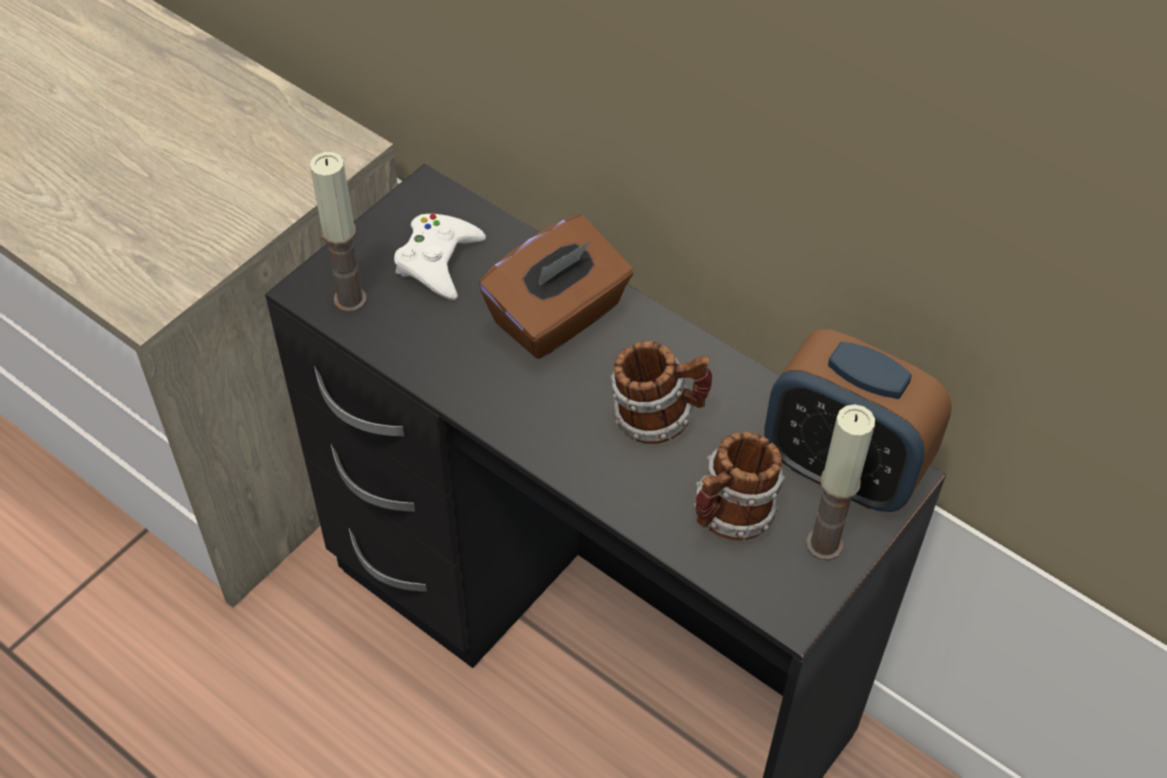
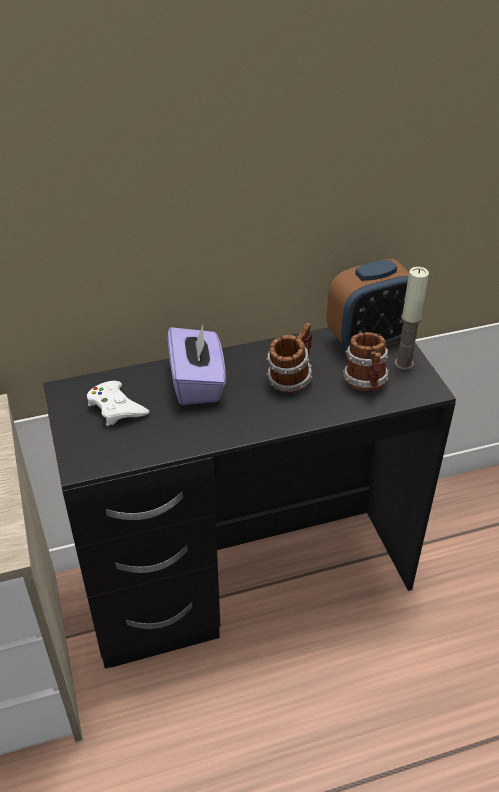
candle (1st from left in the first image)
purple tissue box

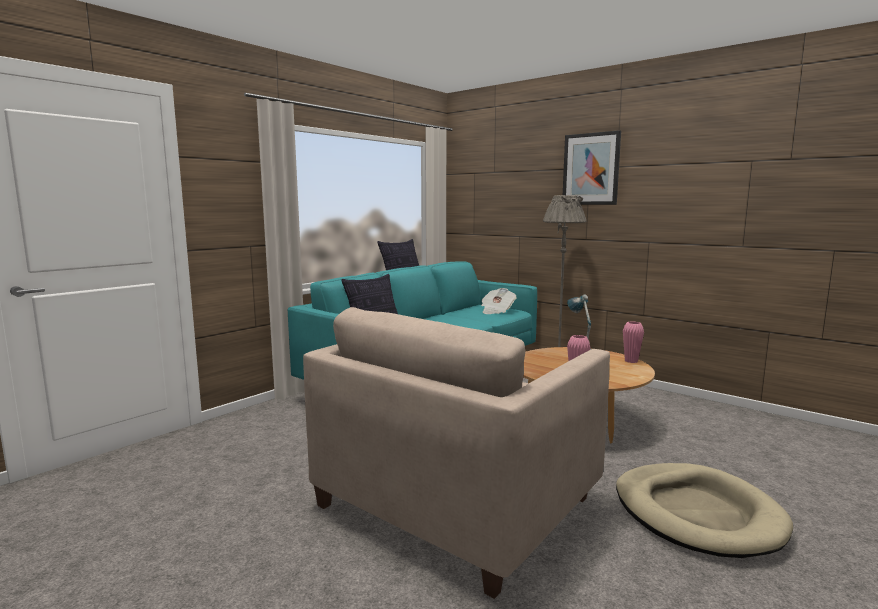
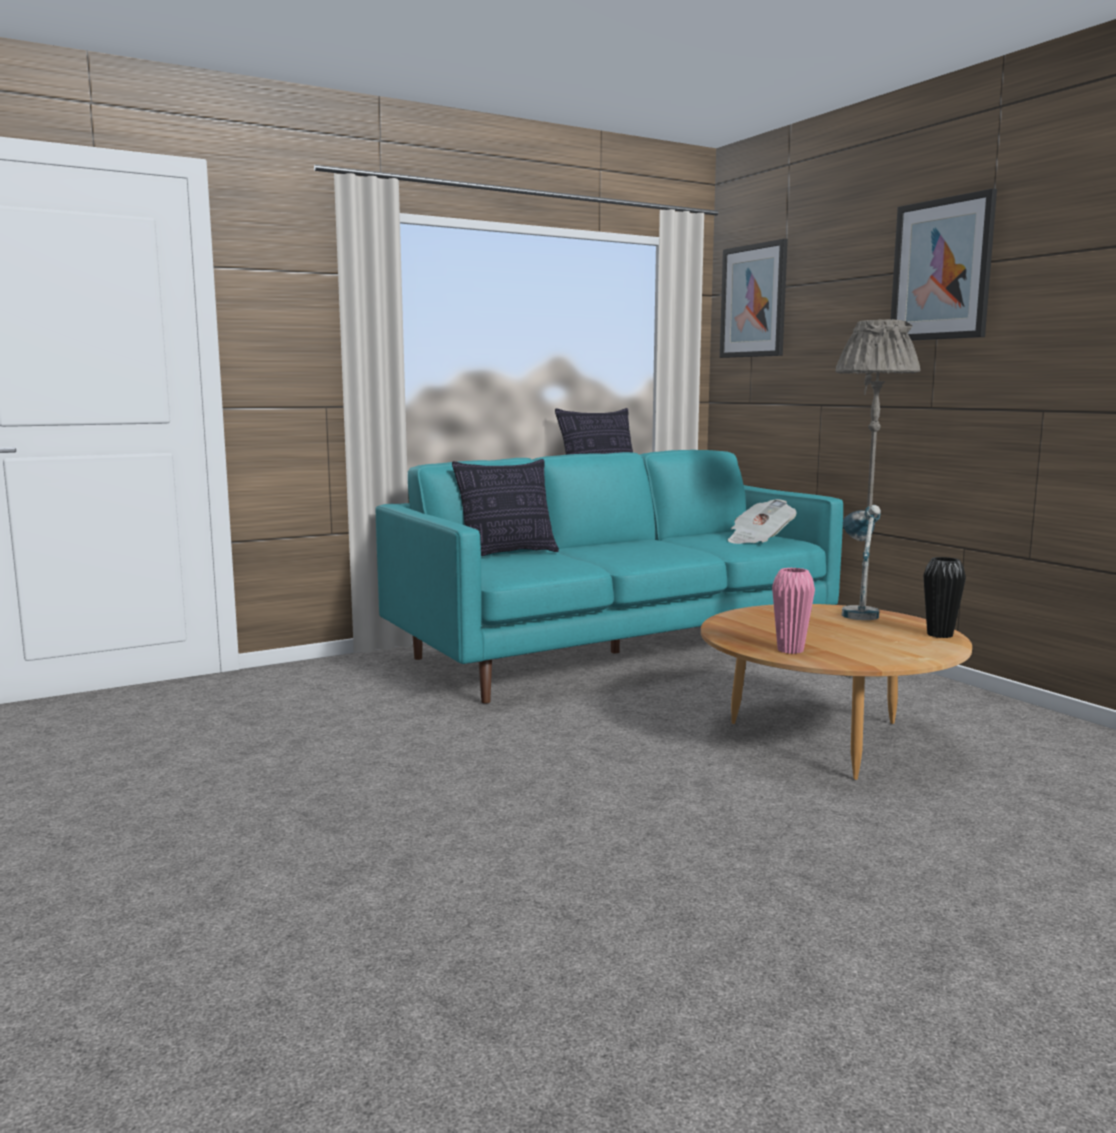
beige armchair
black vase
beige dog bed
picture (1st from left)

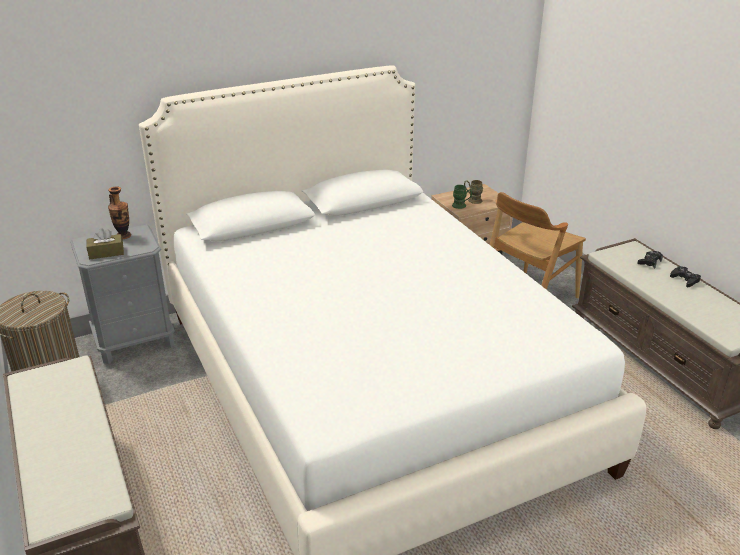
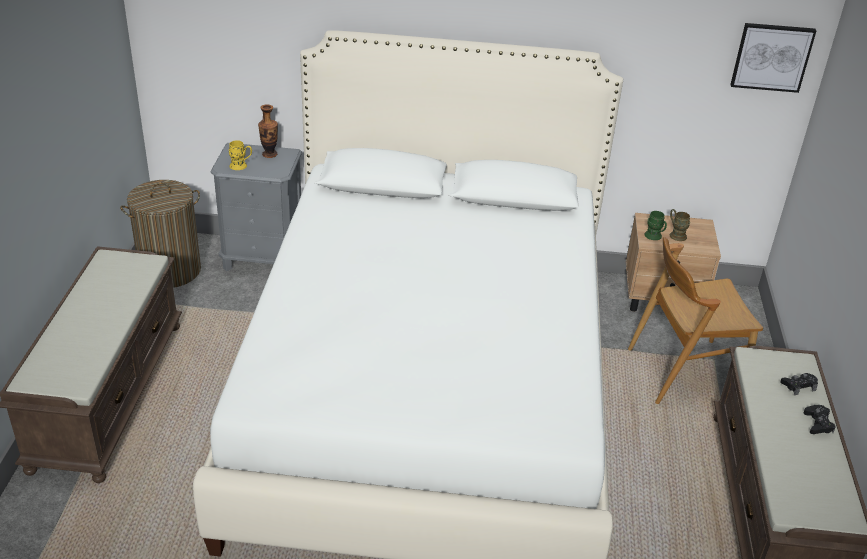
yellow mug
picture

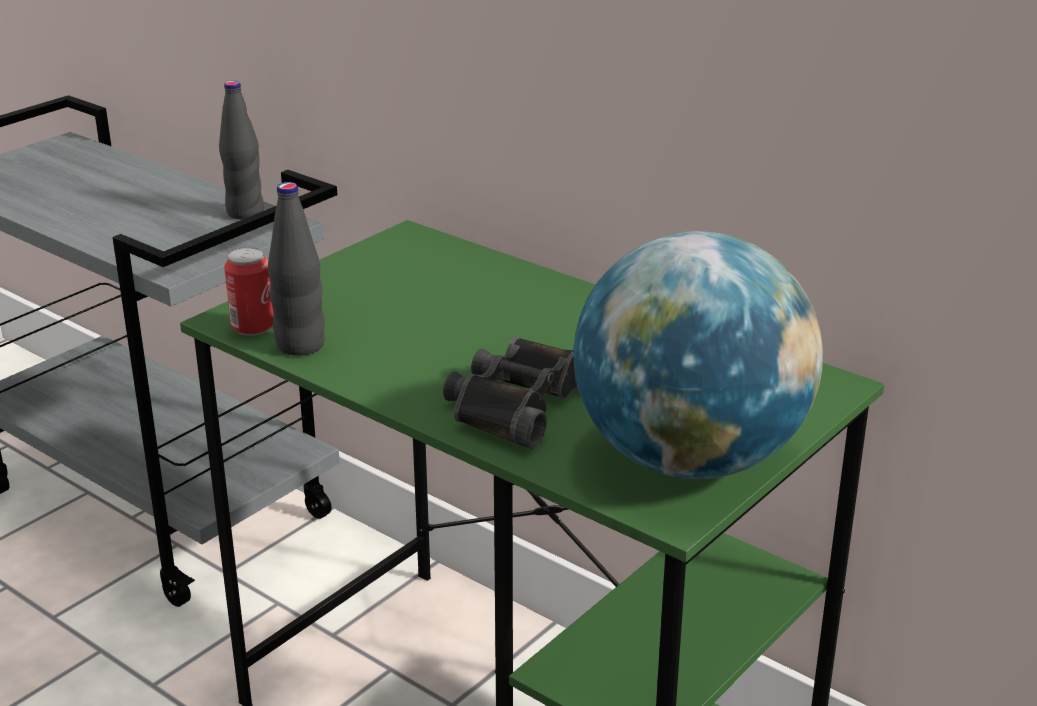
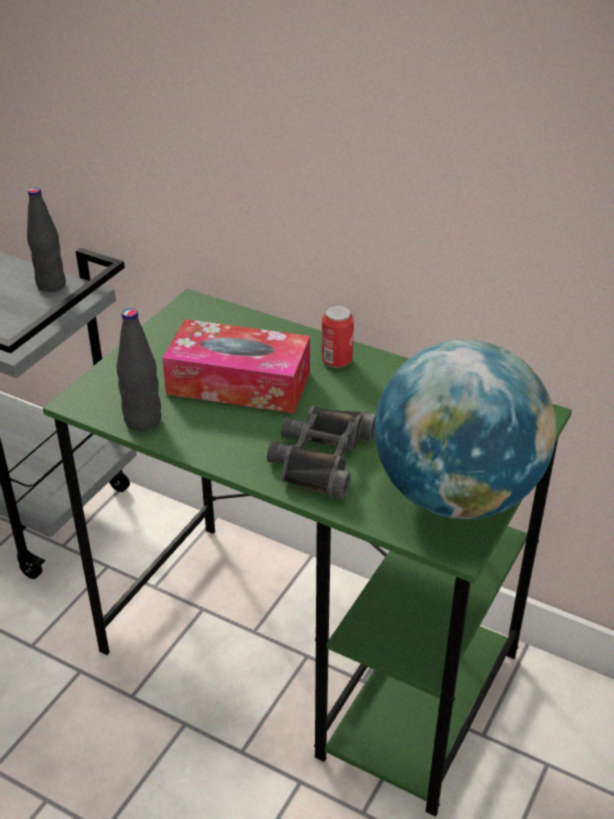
can
tissue box

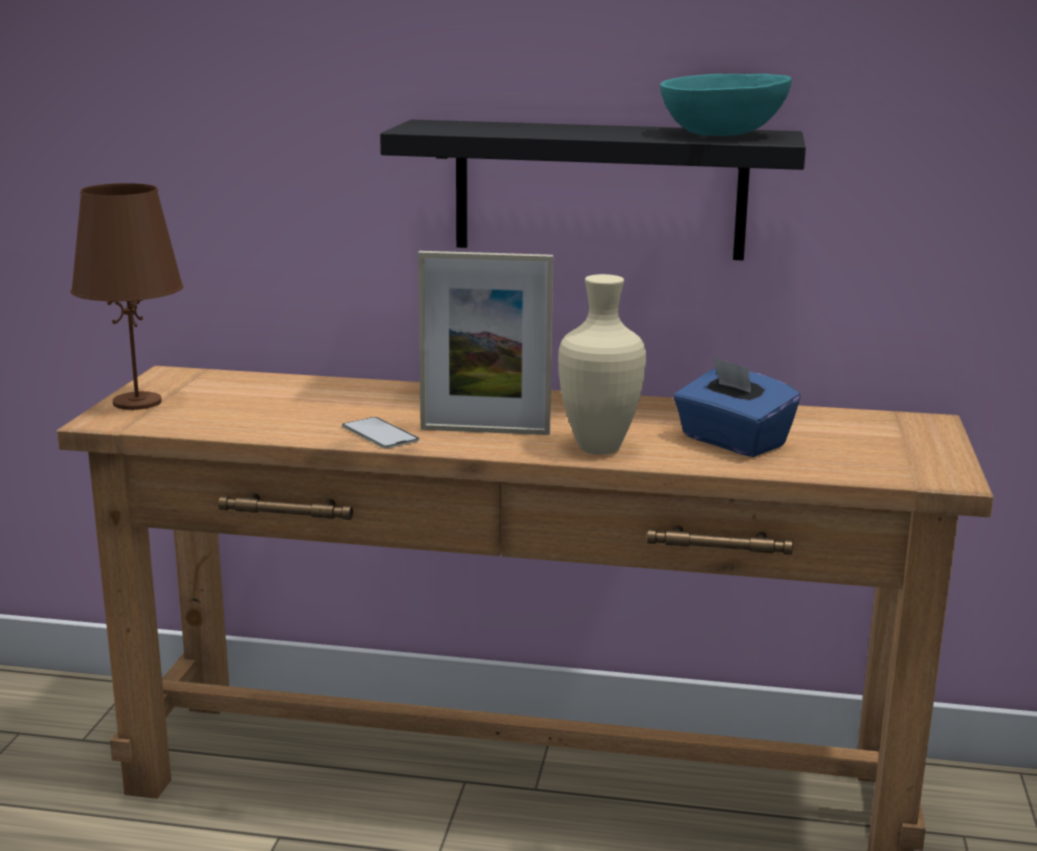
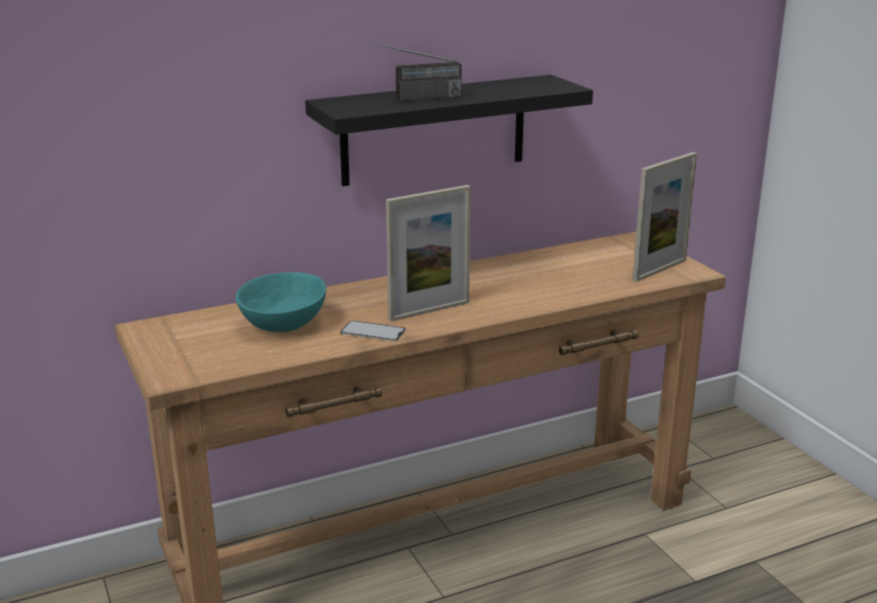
turquoise bowl
brown table lamp
beige vase
blue tissue box
radio
picture frame (2nd from left)

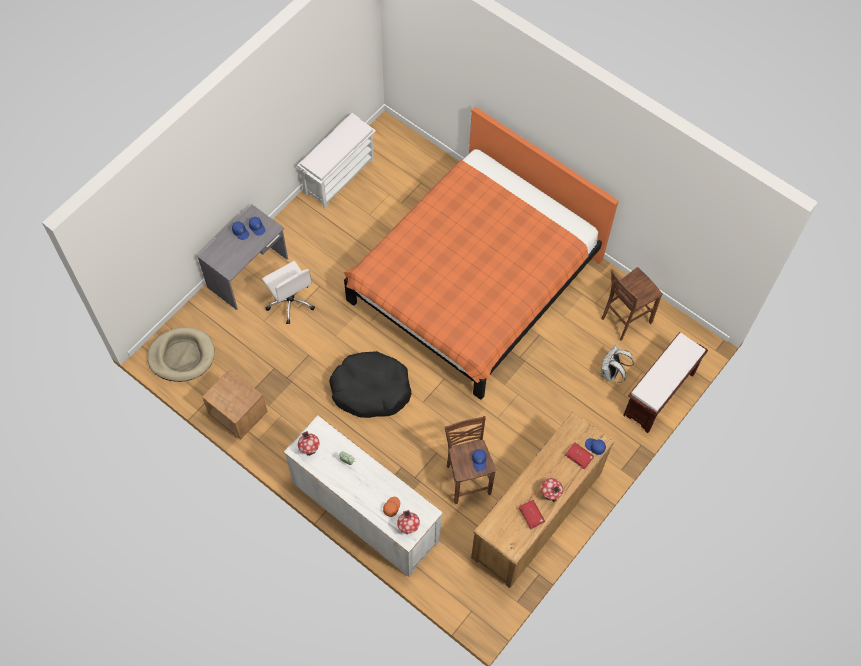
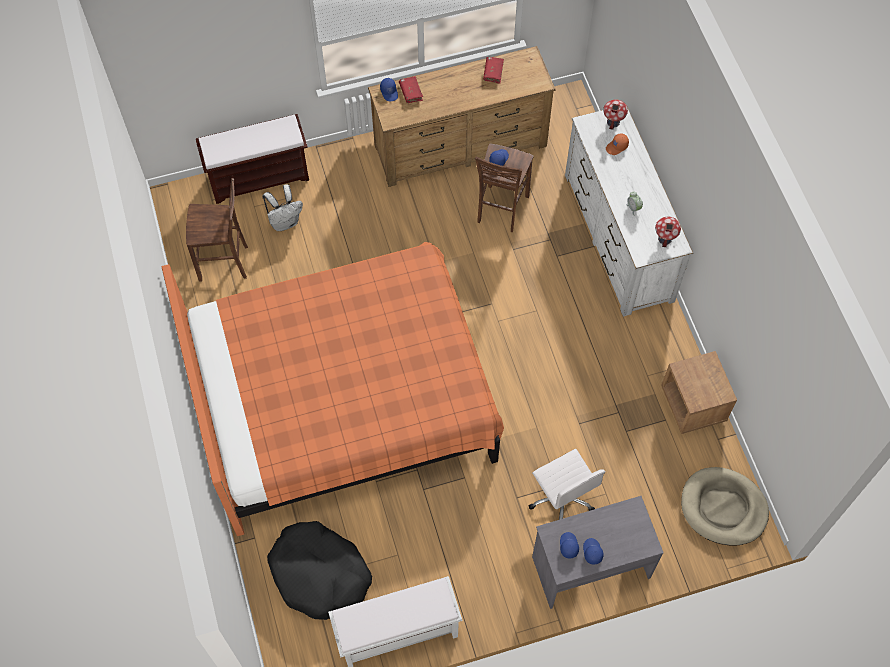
white office chair
black dog bed
toy house (3rd from left in the first image)

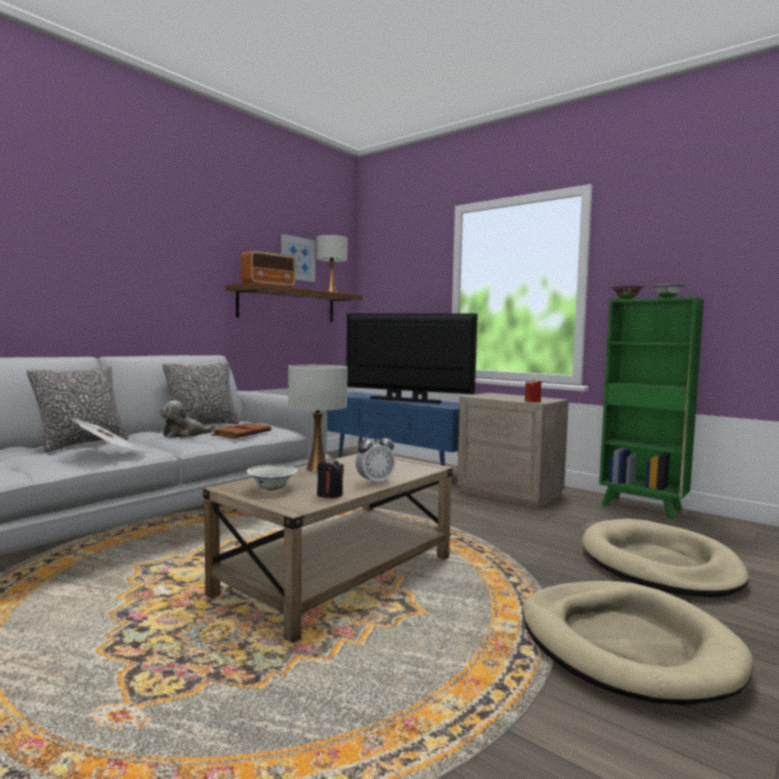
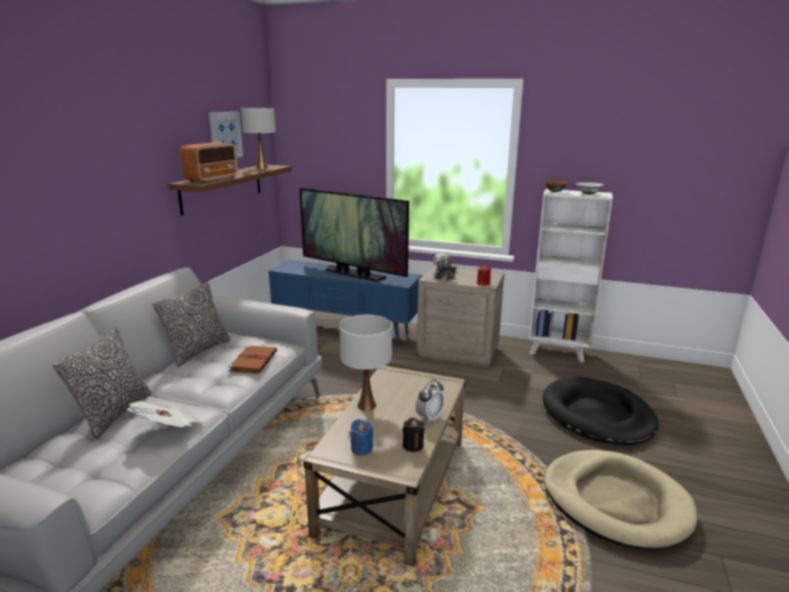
white bookcase
television
plush toy
blue candle
black dog bed

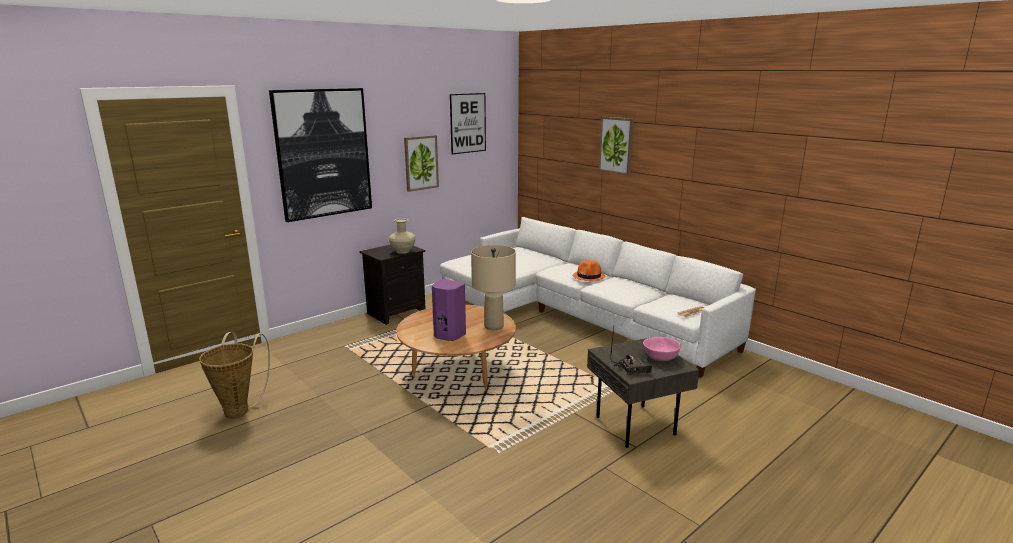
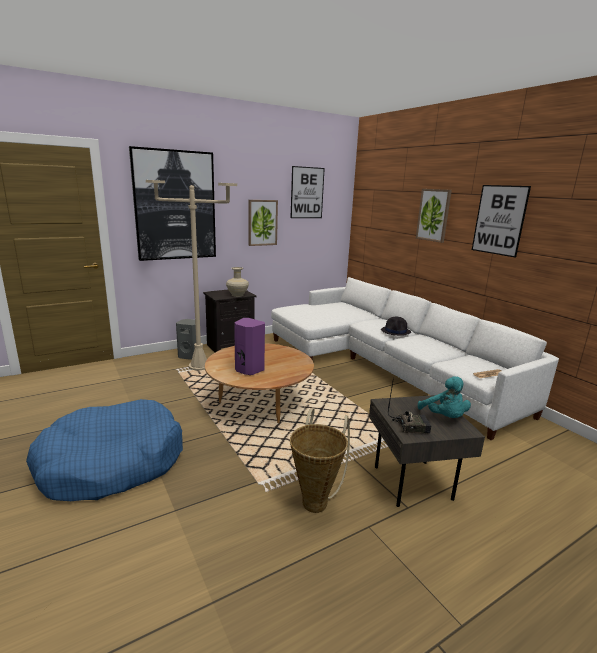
beige table lamp
black hat
basket
turquoise plush toy
beige floor lamp
picture (5th from left)
grey speaker
blue dog bed

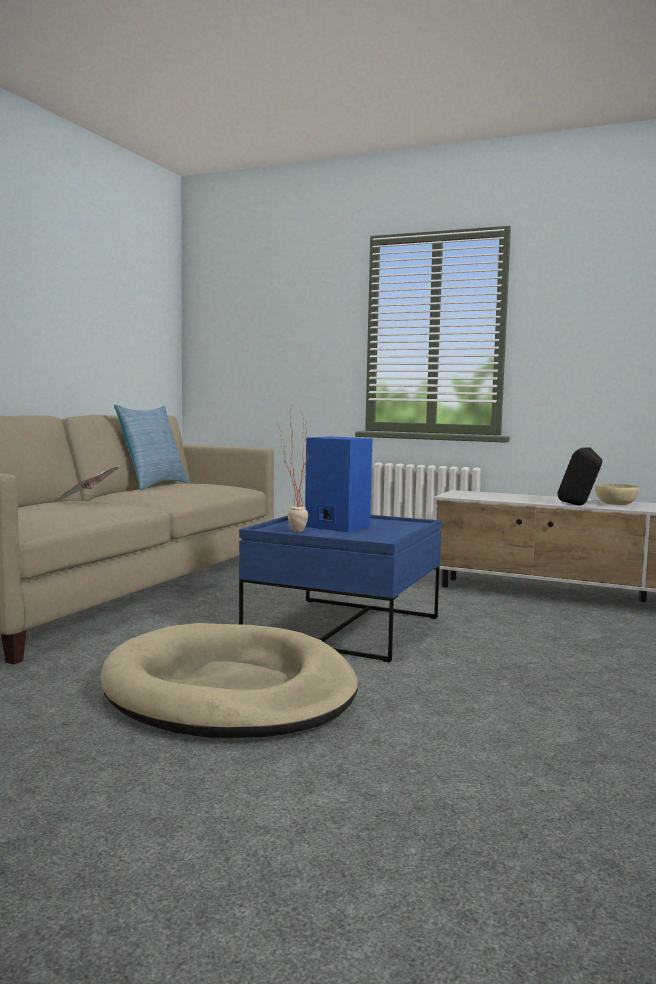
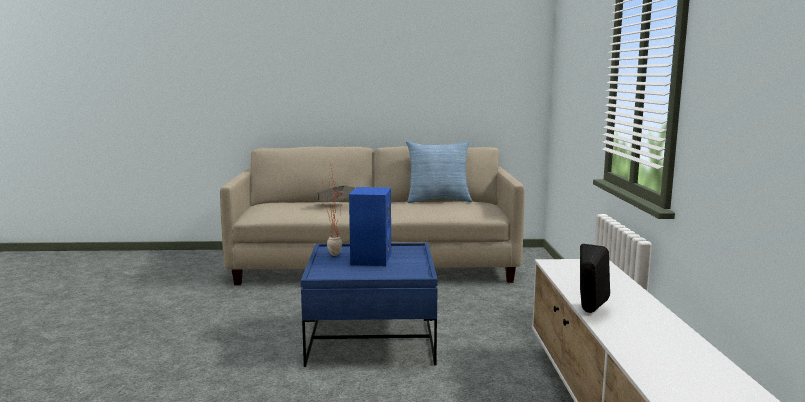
beige bowl
beige dog bed

